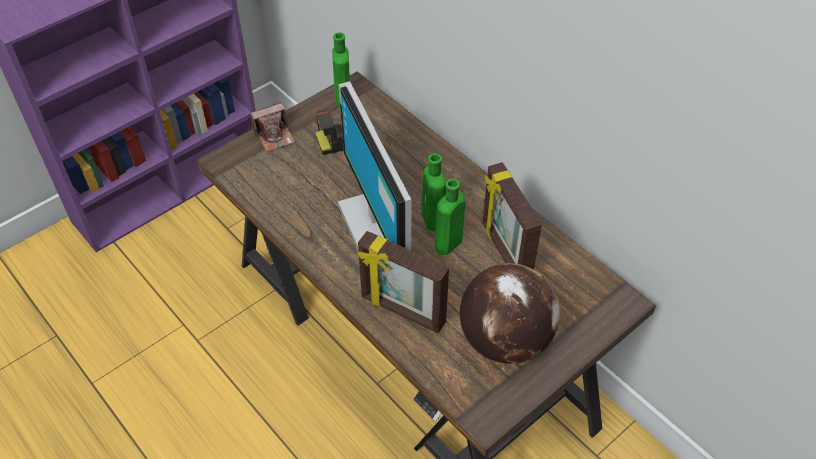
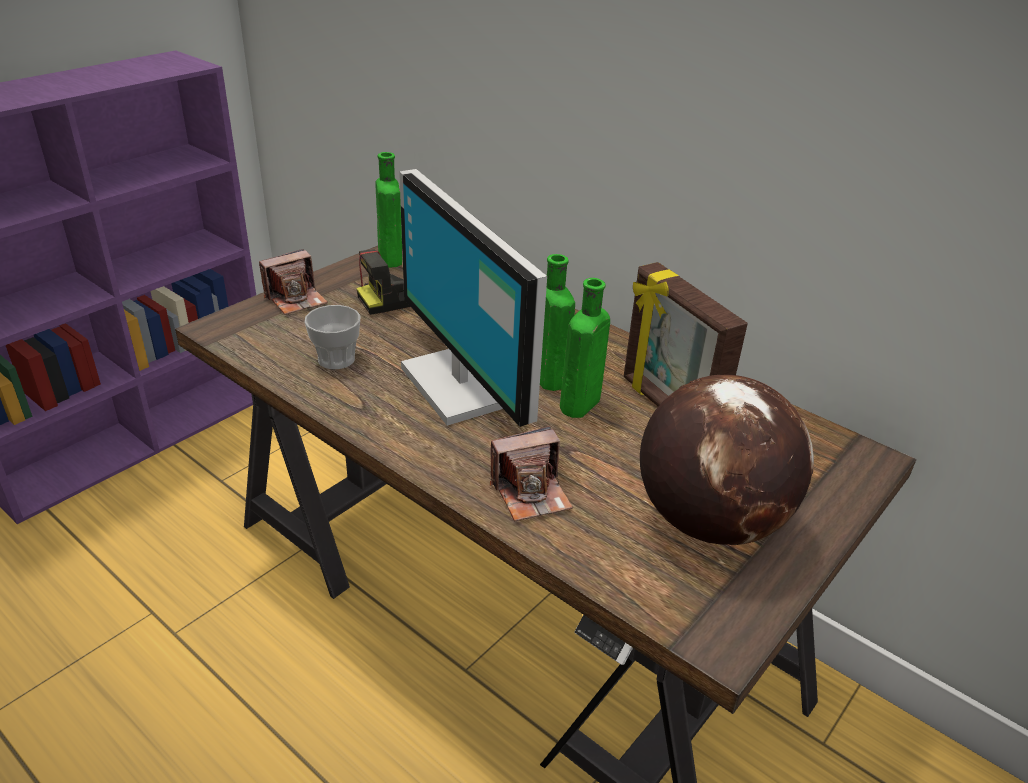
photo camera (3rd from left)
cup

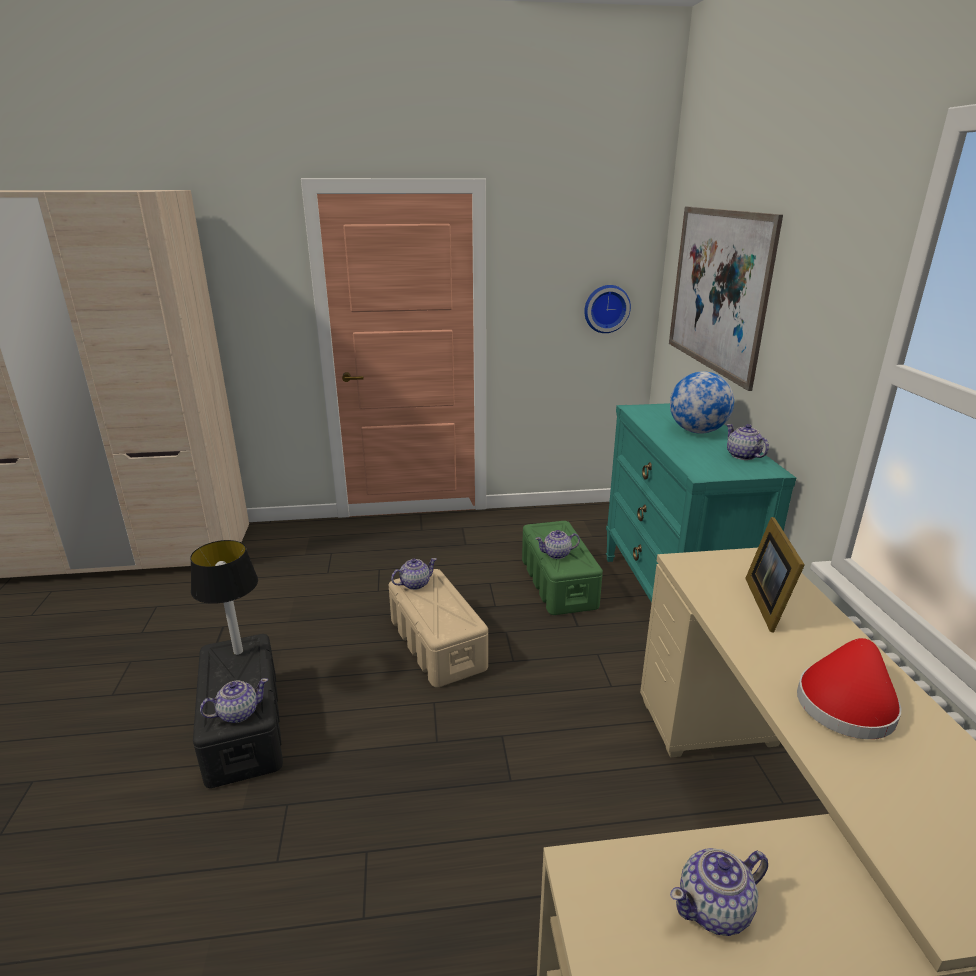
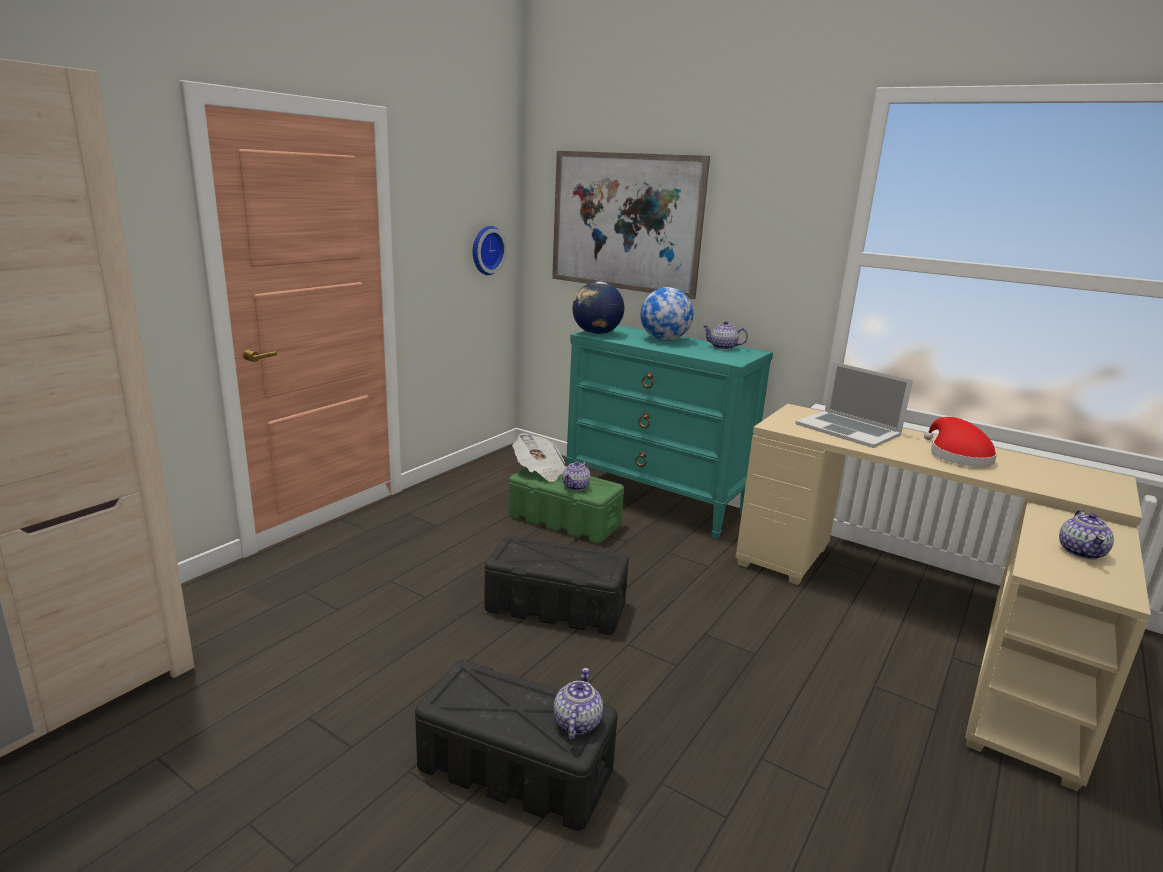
laptop
table lamp
teapot (2nd from left in the first image)
black storage box (2nd from left)
globe (1st from left)
newspaper

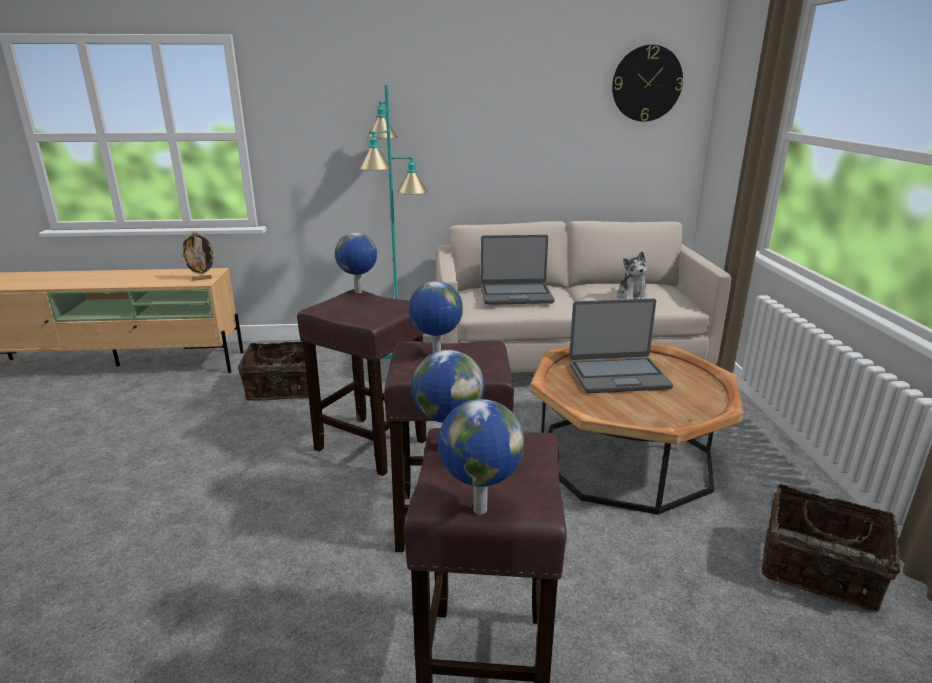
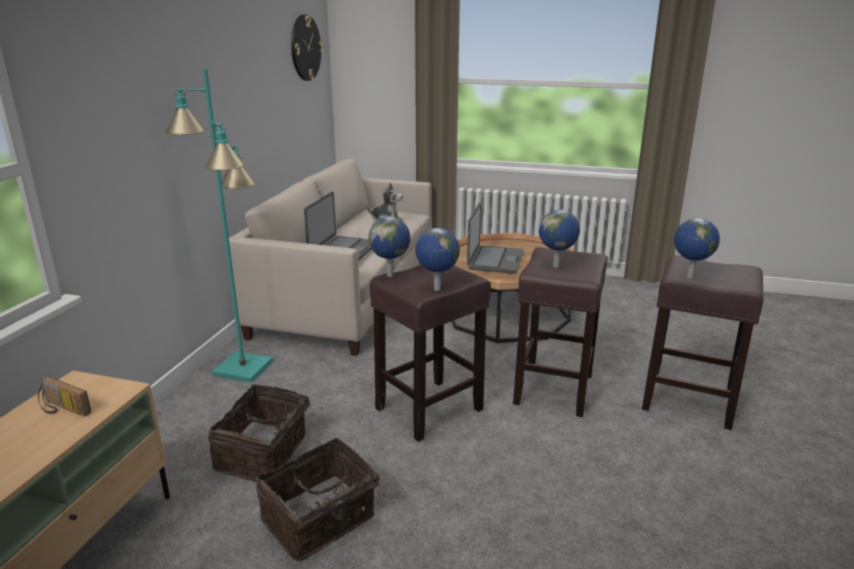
picture frame
globe (2nd from left)
basket (2nd from left)
radio

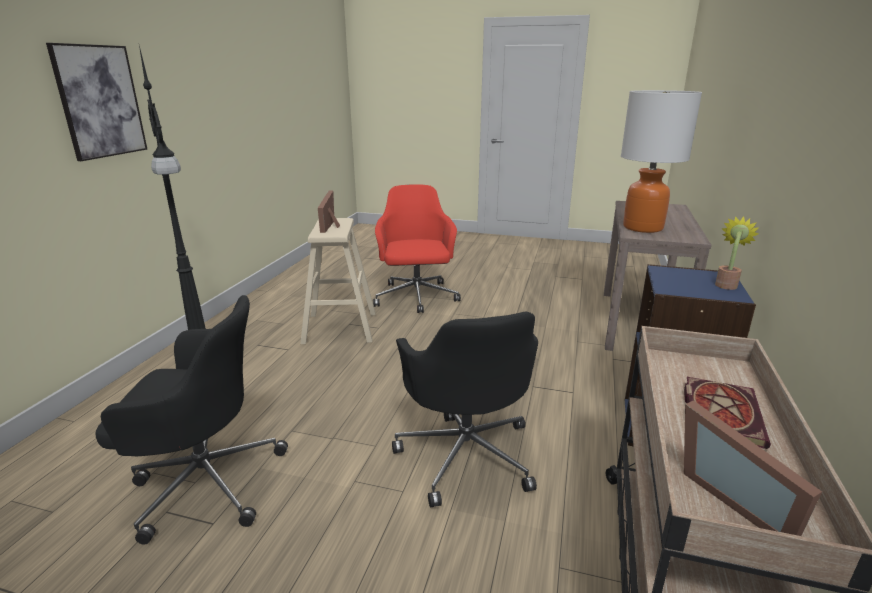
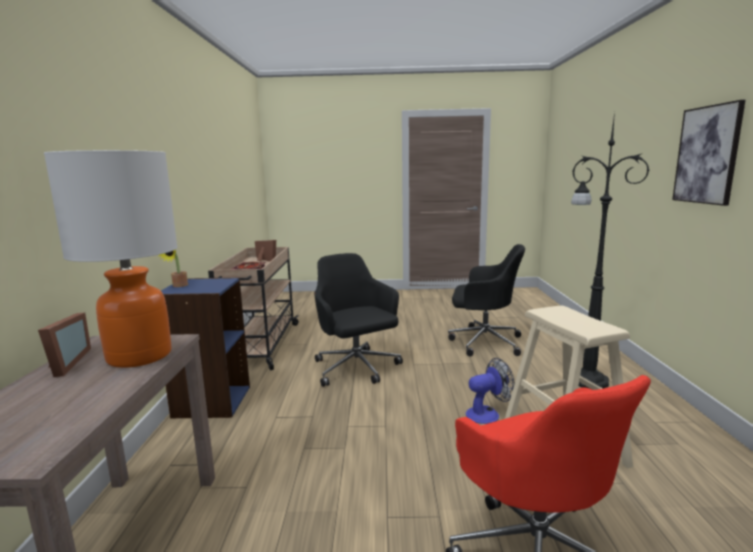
picture frame (1st from left)
black office chair (2nd from left)
fan

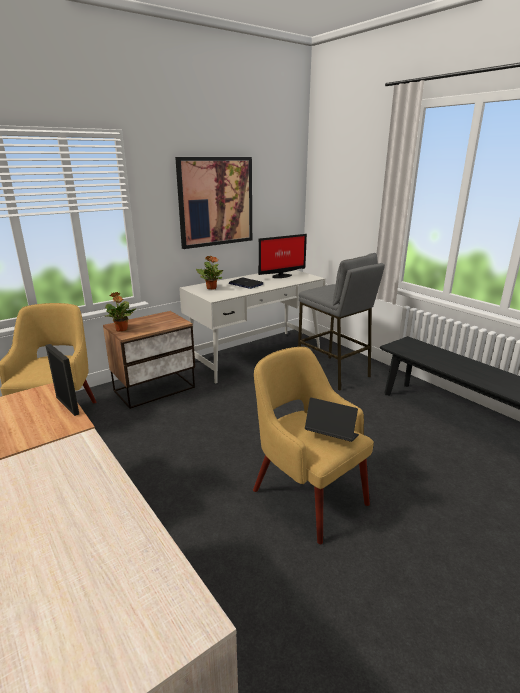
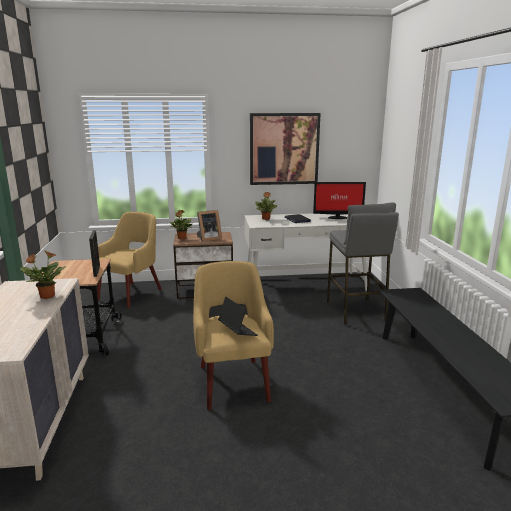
picture frame (2nd from left)
potted plant (1st from left)

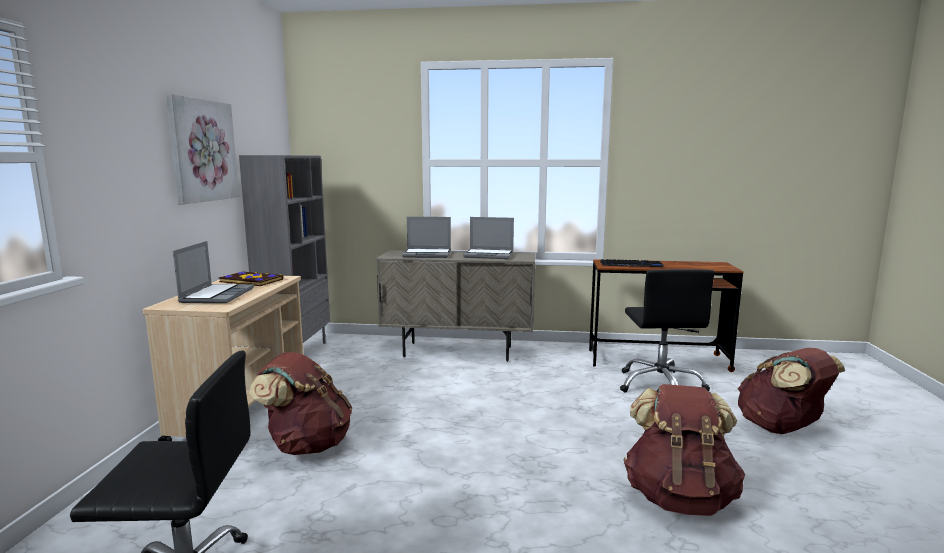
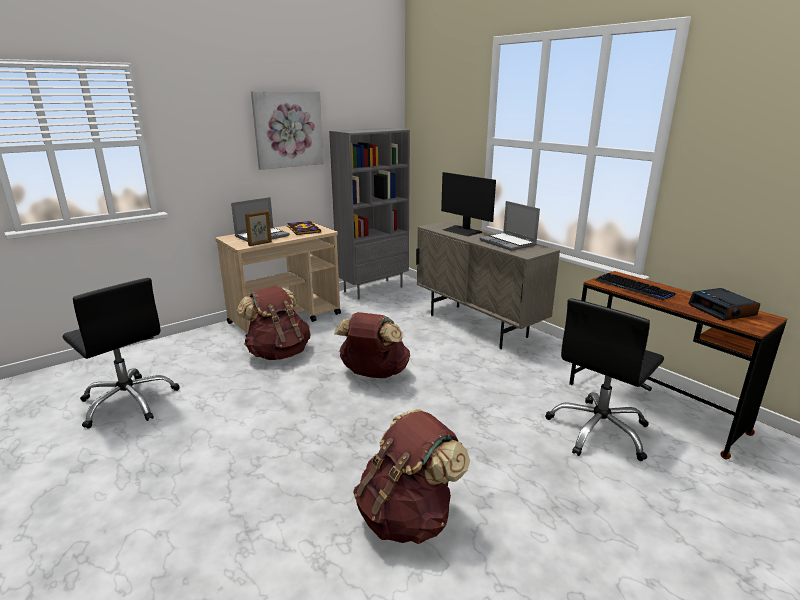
monitor
brown backpack (2nd from left)
picture frame
alarm clock

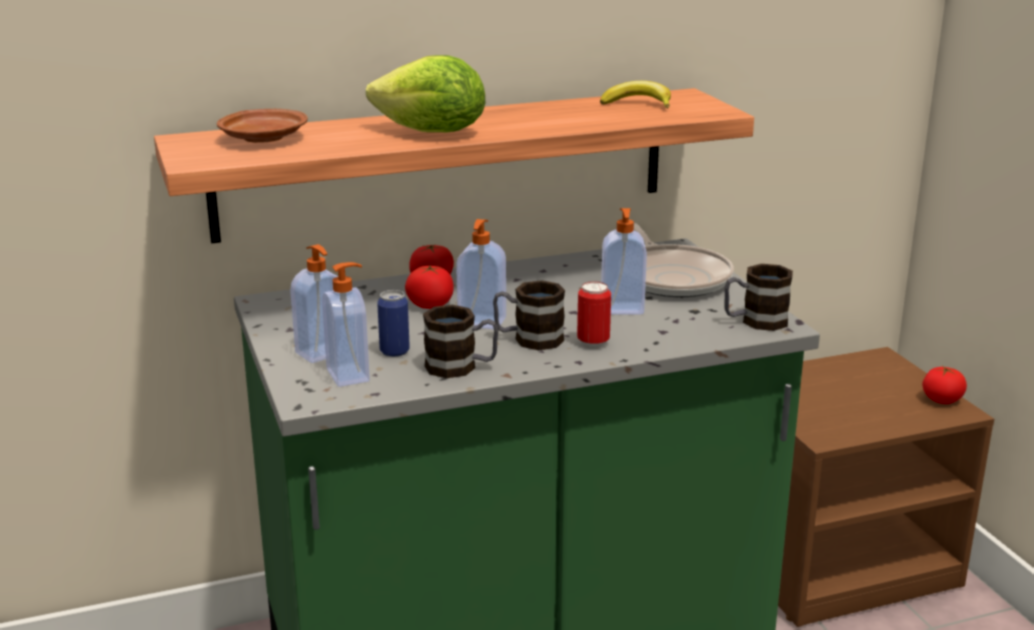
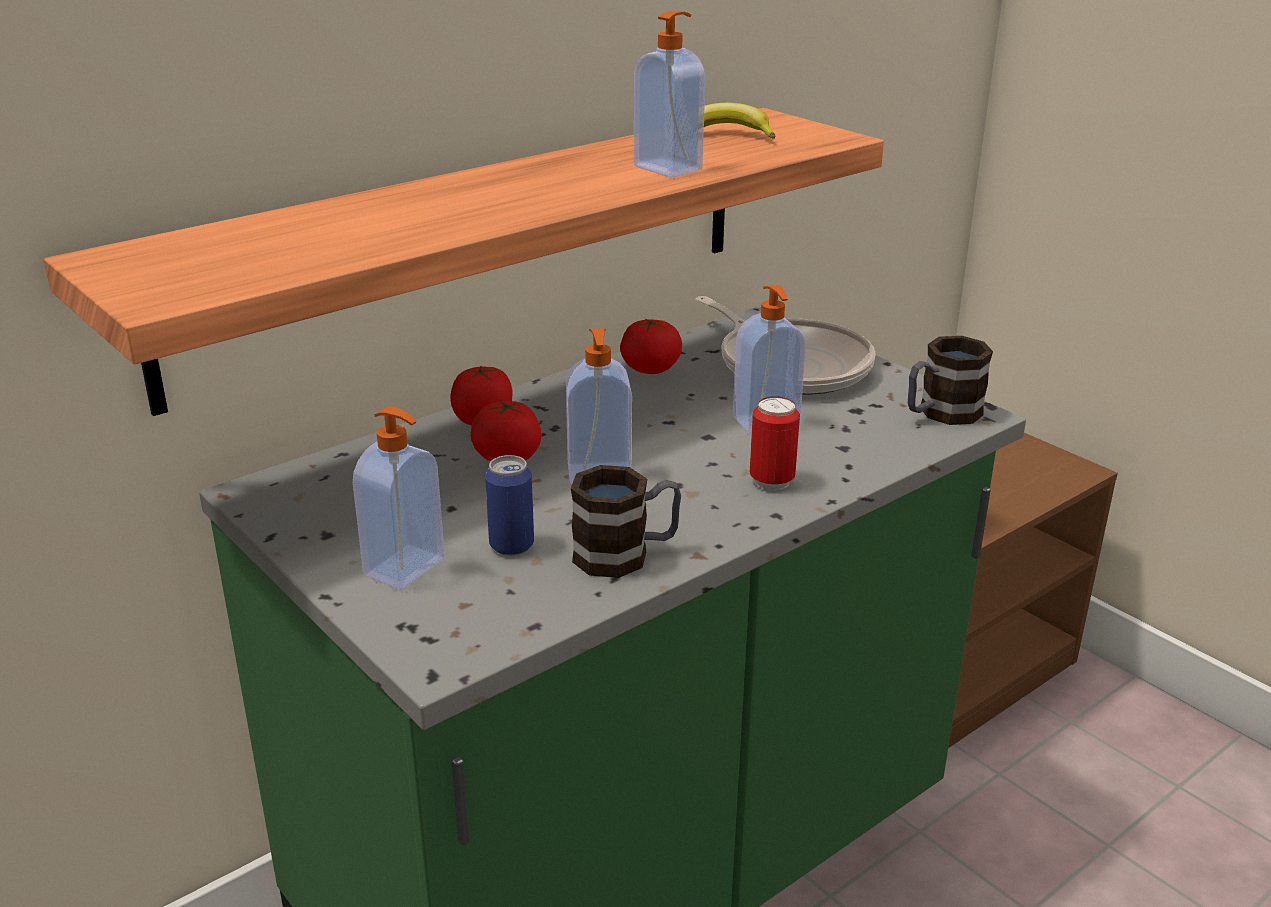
lettuce
brown plate
soap dispenser (3rd from left)
mug (2nd from left in the first image)
tomato (3rd from left)

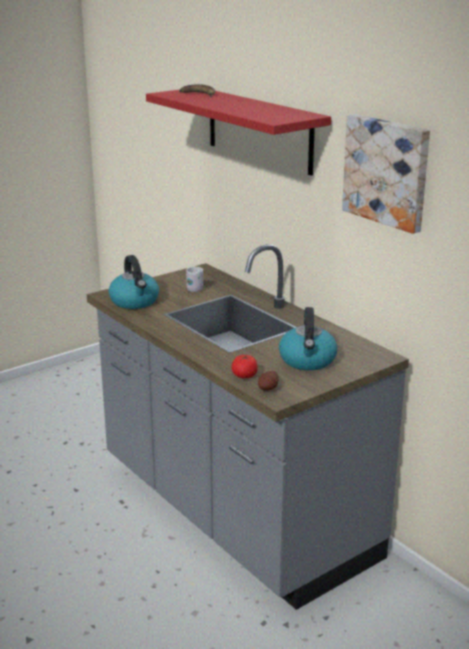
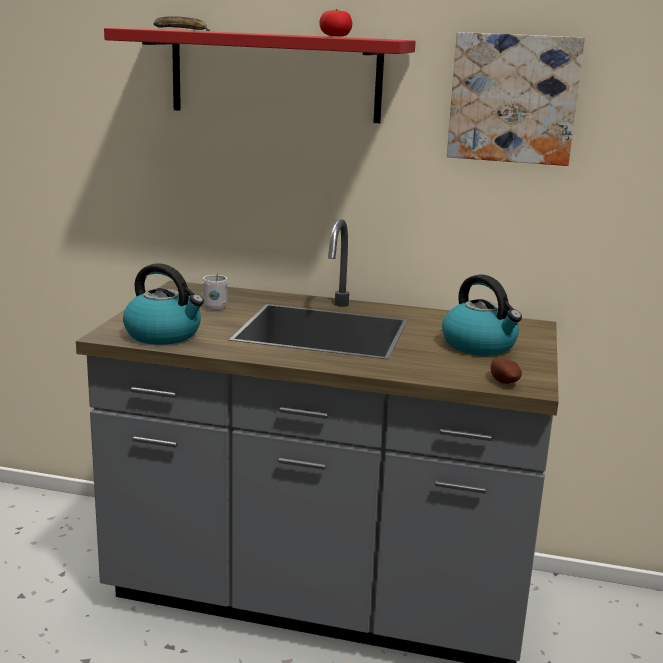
tomato

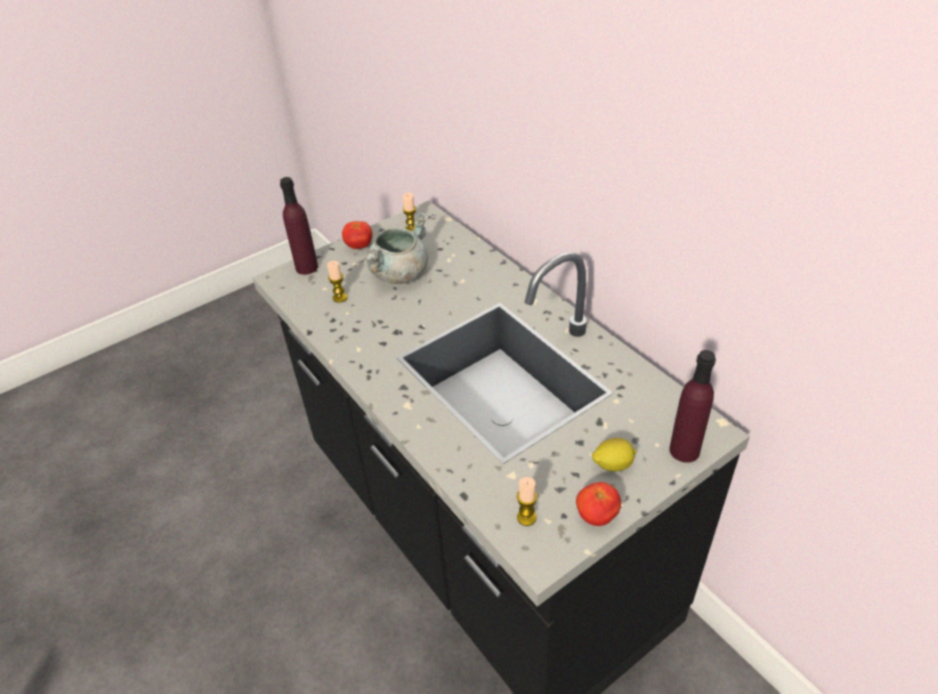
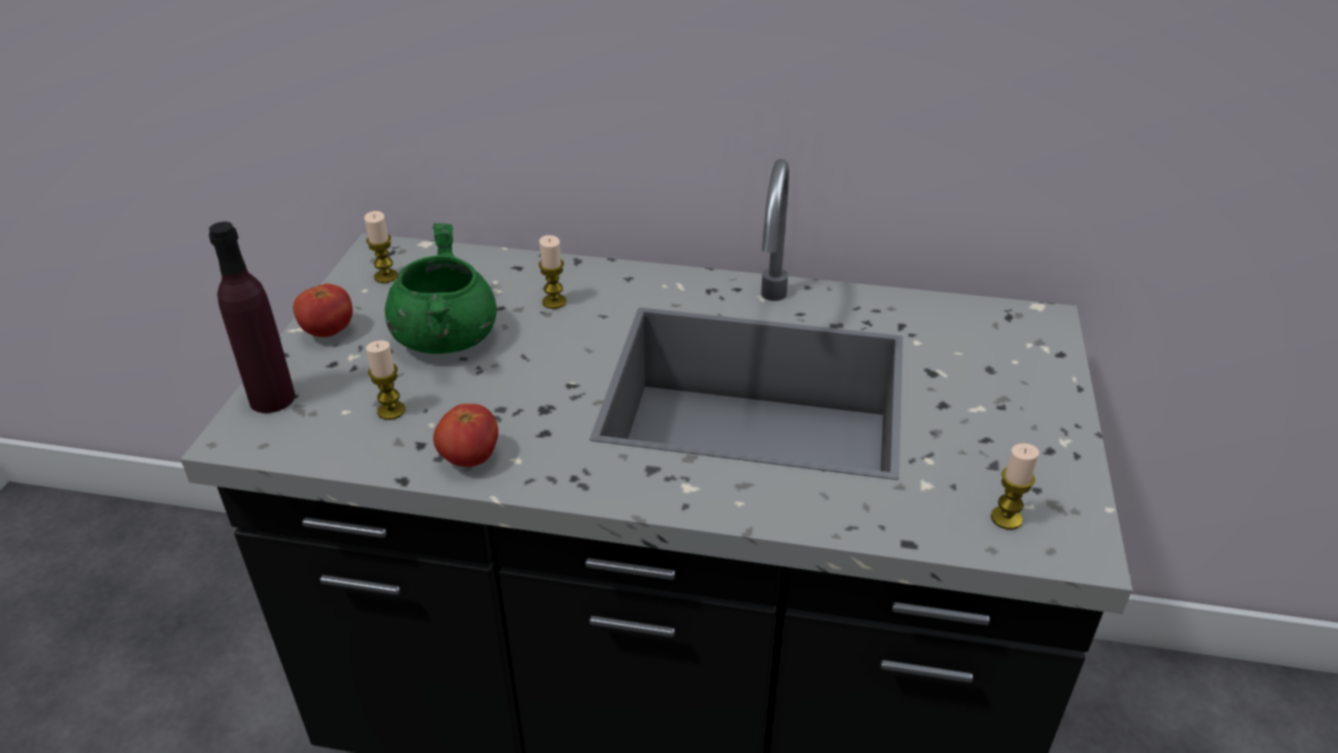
green cooking pot
purple bottle (2nd from left in the first image)
lemon
tomato (2nd from left)
candle (3rd from left)

